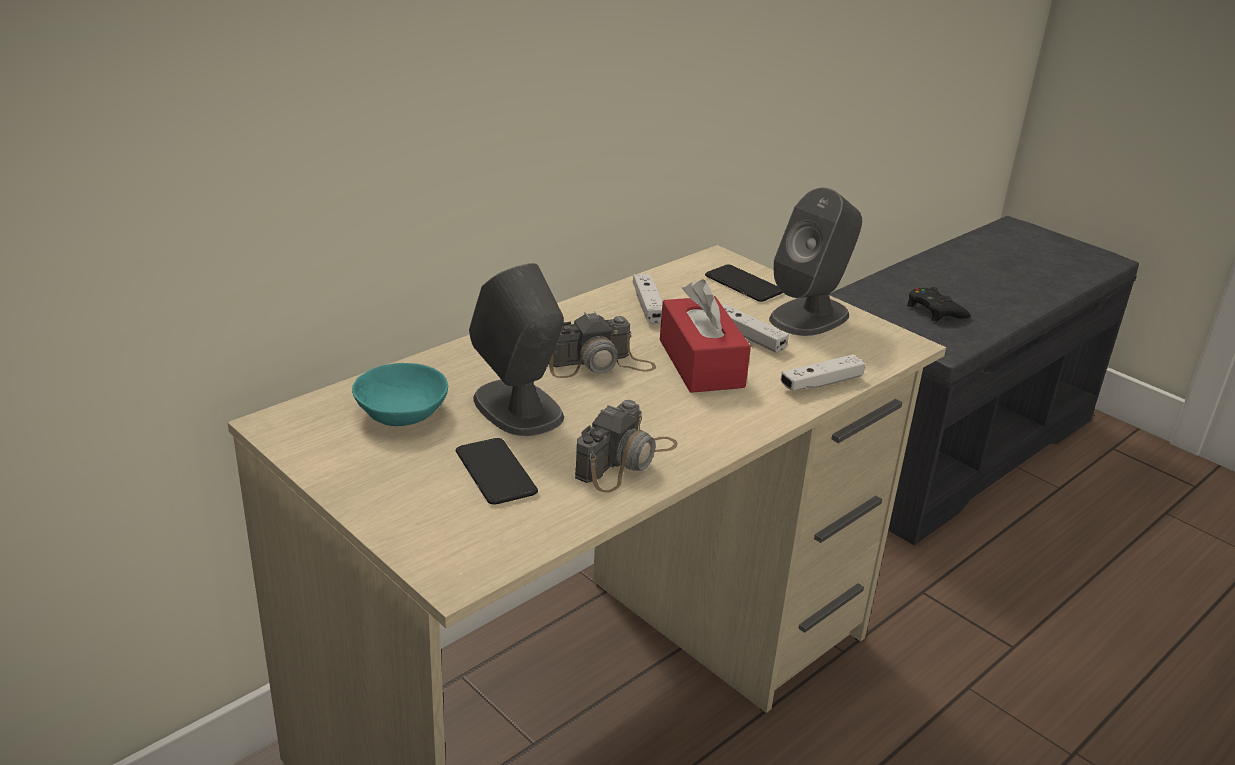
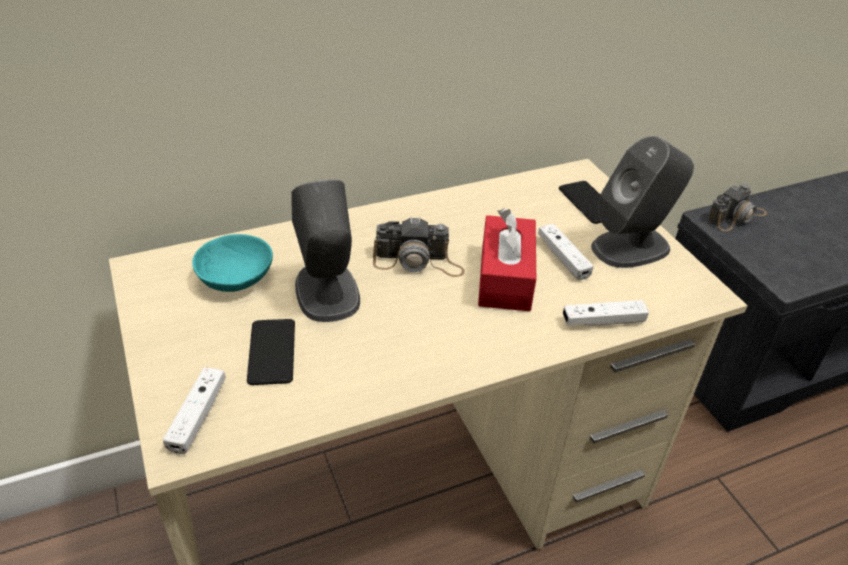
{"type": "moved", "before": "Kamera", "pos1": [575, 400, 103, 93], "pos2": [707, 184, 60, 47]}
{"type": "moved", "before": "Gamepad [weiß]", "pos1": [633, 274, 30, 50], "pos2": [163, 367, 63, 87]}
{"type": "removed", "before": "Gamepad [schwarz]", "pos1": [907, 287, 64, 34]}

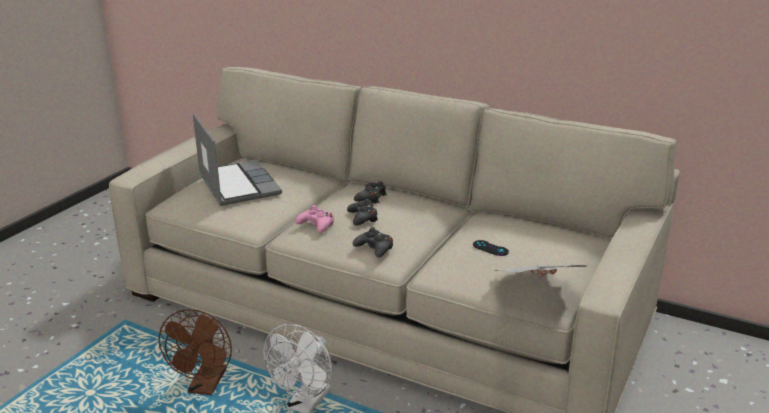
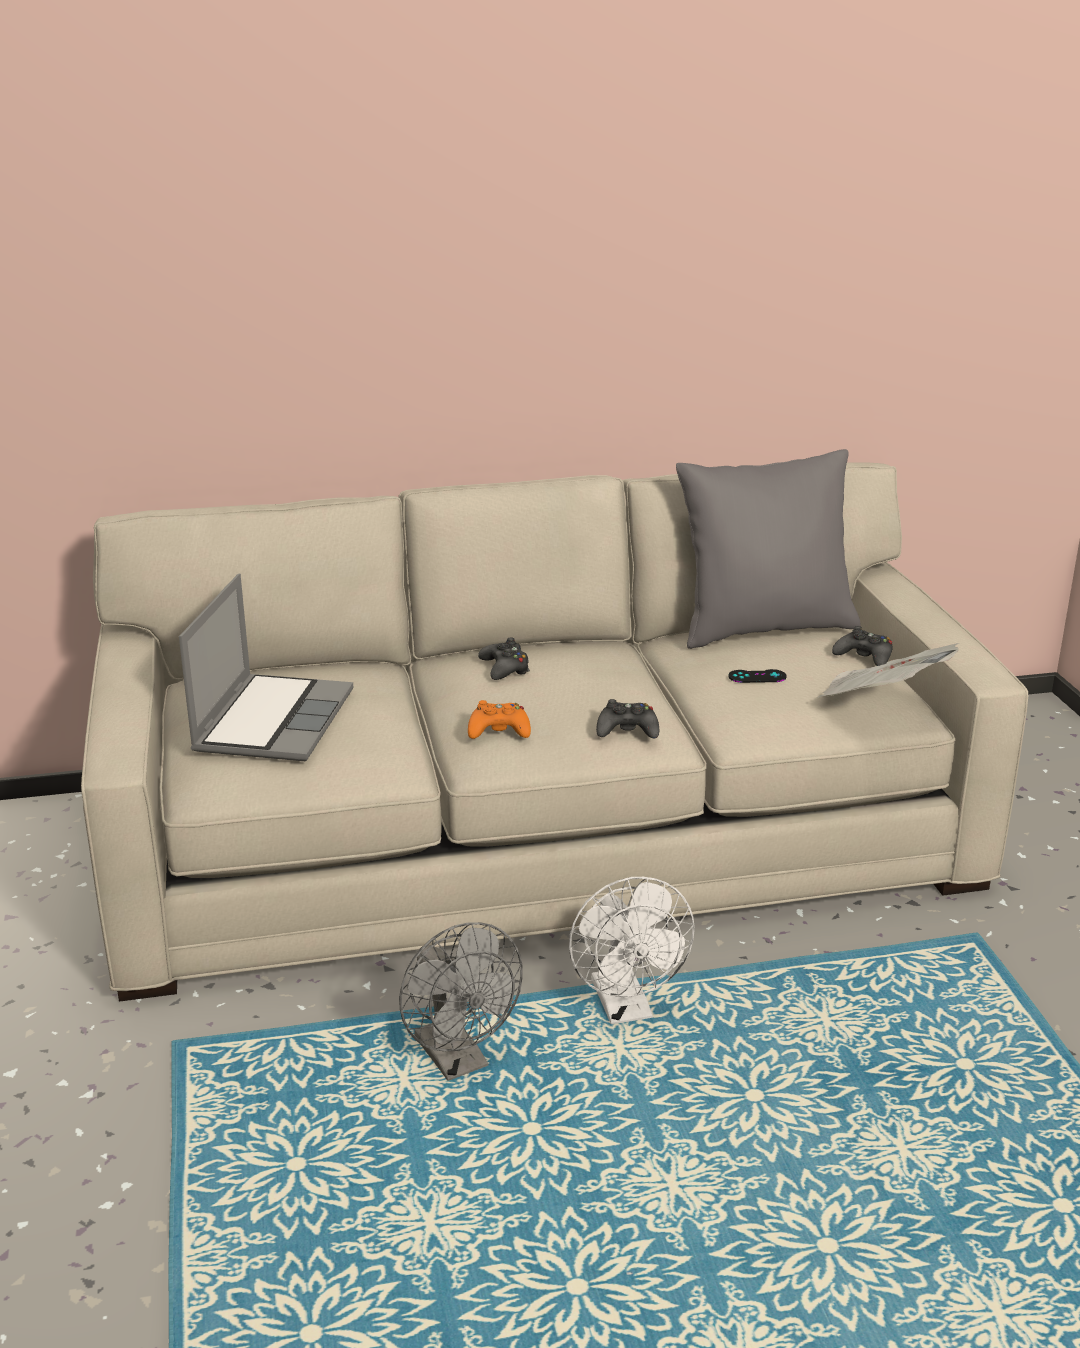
{"type": "recoloured", "before": "Ventilator [braun]", "after": "Ventilator [grau]", "pos1": [158, 309, 74, 86], "pos2": [399, 922, 124, 159]}
{"type": "turned", "before": "Laptop", "pos1": [193, 114, 89, 92], "pos2": [179, 573, 174, 189], "turn": 75}
{"type": "recoloured", "before": "Gamepad [rosa]", "after": "Gamepad [orange]", "pos1": [296, 205, 38, 28], "pos2": [468, 700, 63, 39]}
{"type": "moved", "before": "Gamepad [schwarz]", "pos1": [347, 199, 31, 26], "pos2": [832, 626, 61, 40]}
{"type": "added", "after": "Kissen [grau]", "pos2": [676, 449, 185, 200]}

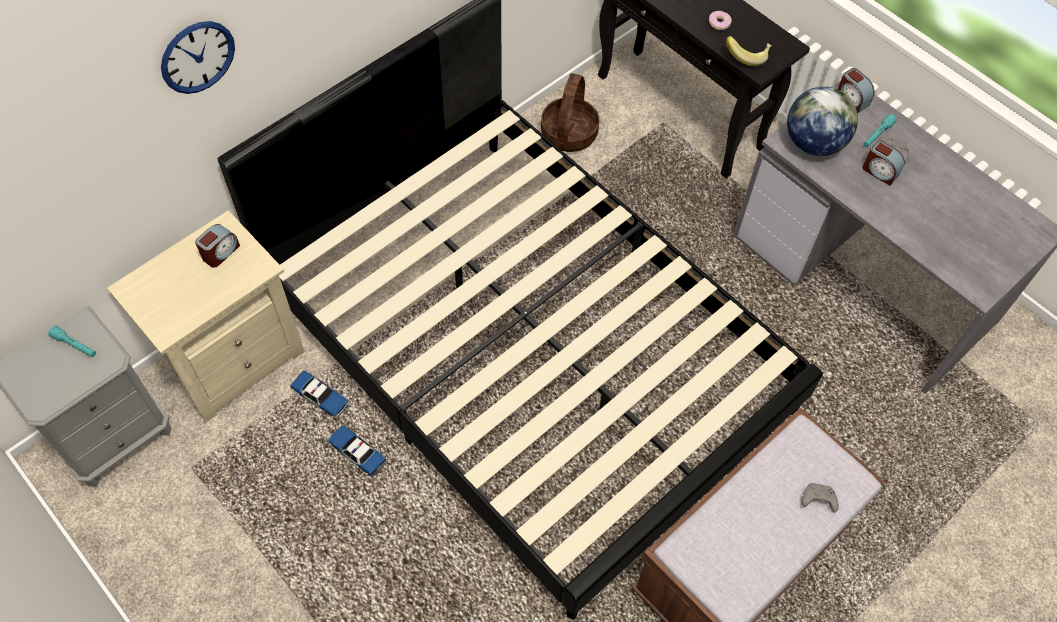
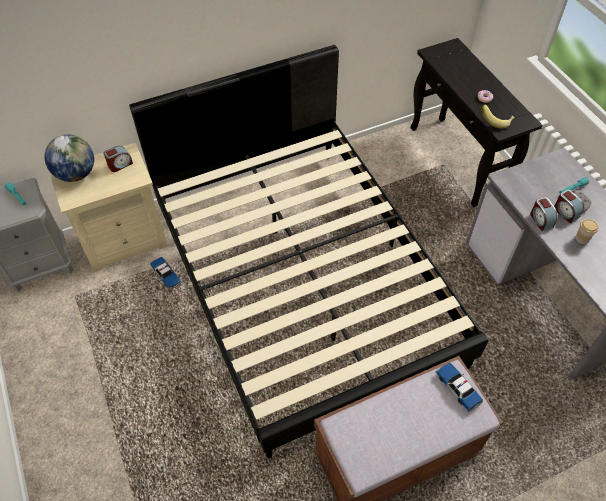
{"type": "removed", "before": "Wanduhr", "pos1": [161, 21, 74, 73]}
{"type": "moved", "before": "Spielzeugauto", "pos1": [327, 425, 60, 52], "pos2": [435, 363, 48, 49]}
{"type": "removed", "before": "Korb", "pos1": [541, 73, 58, 79]}
{"type": "moved", "before": "Globus", "pos1": [787, 86, 71, 70], "pos2": [44, 134, 50, 48]}
{"type": "removed", "before": "Gamepad [grau]", "pos1": [802, 483, 37, 30]}
{"type": "moved", "before": "Wecker", "pos1": [838, 68, 36, 46], "pos2": [530, 197, 28, 34]}
{"type": "added", "after": "Tasse", "pos2": [575, 219, 24, 25]}

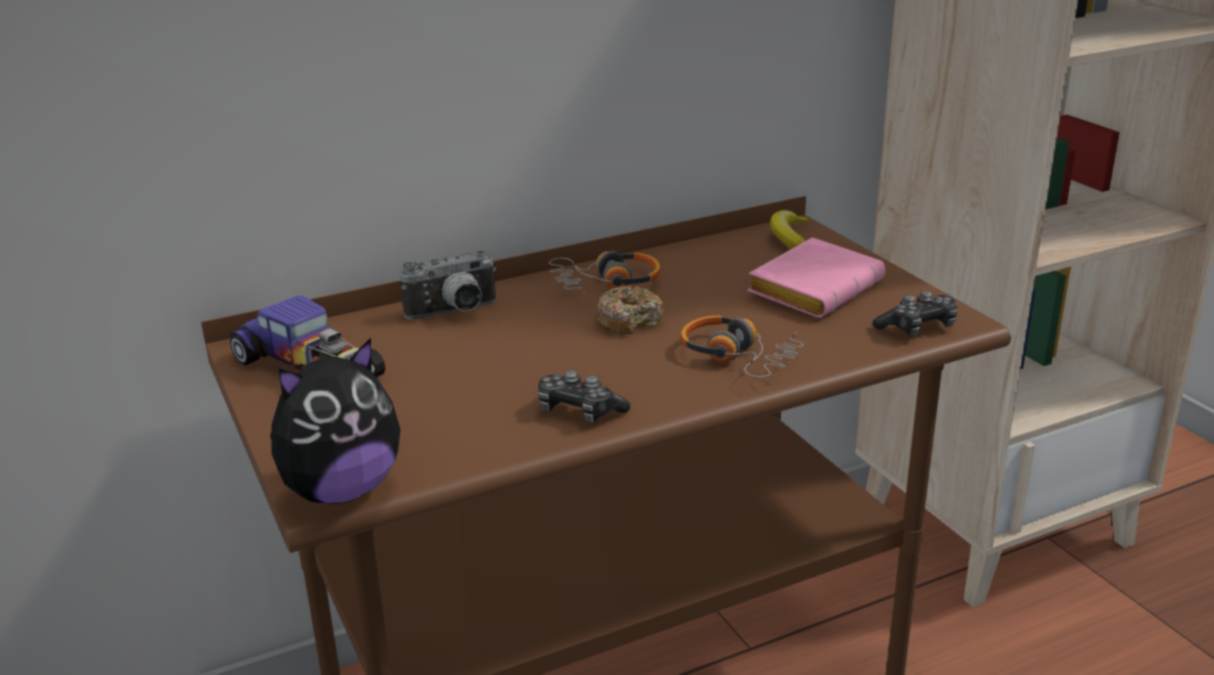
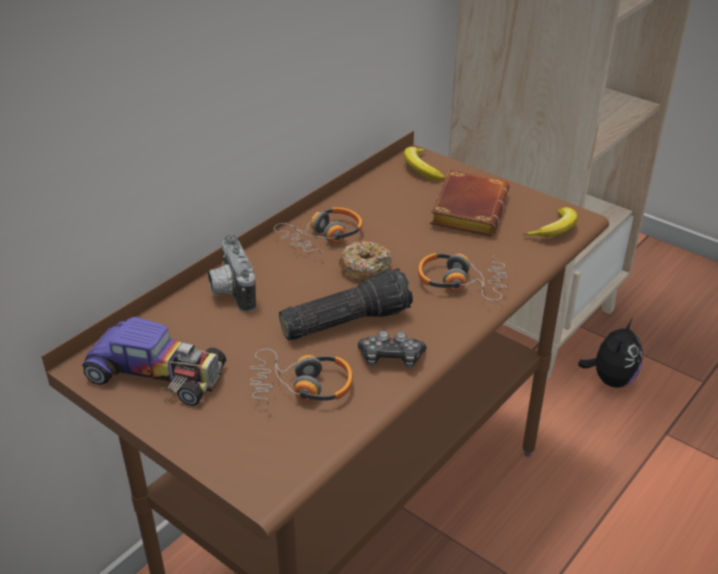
{"type": "moved", "before": "Plüschtier", "pos1": [270, 338, 130, 166], "pos2": [578, 318, 65, 70]}
{"type": "turned", "before": "Kamera", "pos1": [400, 250, 97, 70], "pos2": [208, 235, 48, 77], "turn": 120}
{"type": "recoloured", "before": "Buch [rosa]", "after": "Buch [braun]", "pos1": [748, 237, 137, 81], "pos2": [430, 170, 79, 66]}
{"type": "replaced", "before": "Gamepad", "after": "Banane", "pos1": [873, 291, 85, 45], "pos2": [524, 207, 53, 30]}
{"type": "added", "after": "Kopfhörer", "pos2": [250, 349, 103, 60]}
{"type": "added", "after": "Taschenlampe", "pos2": [279, 268, 134, 72]}

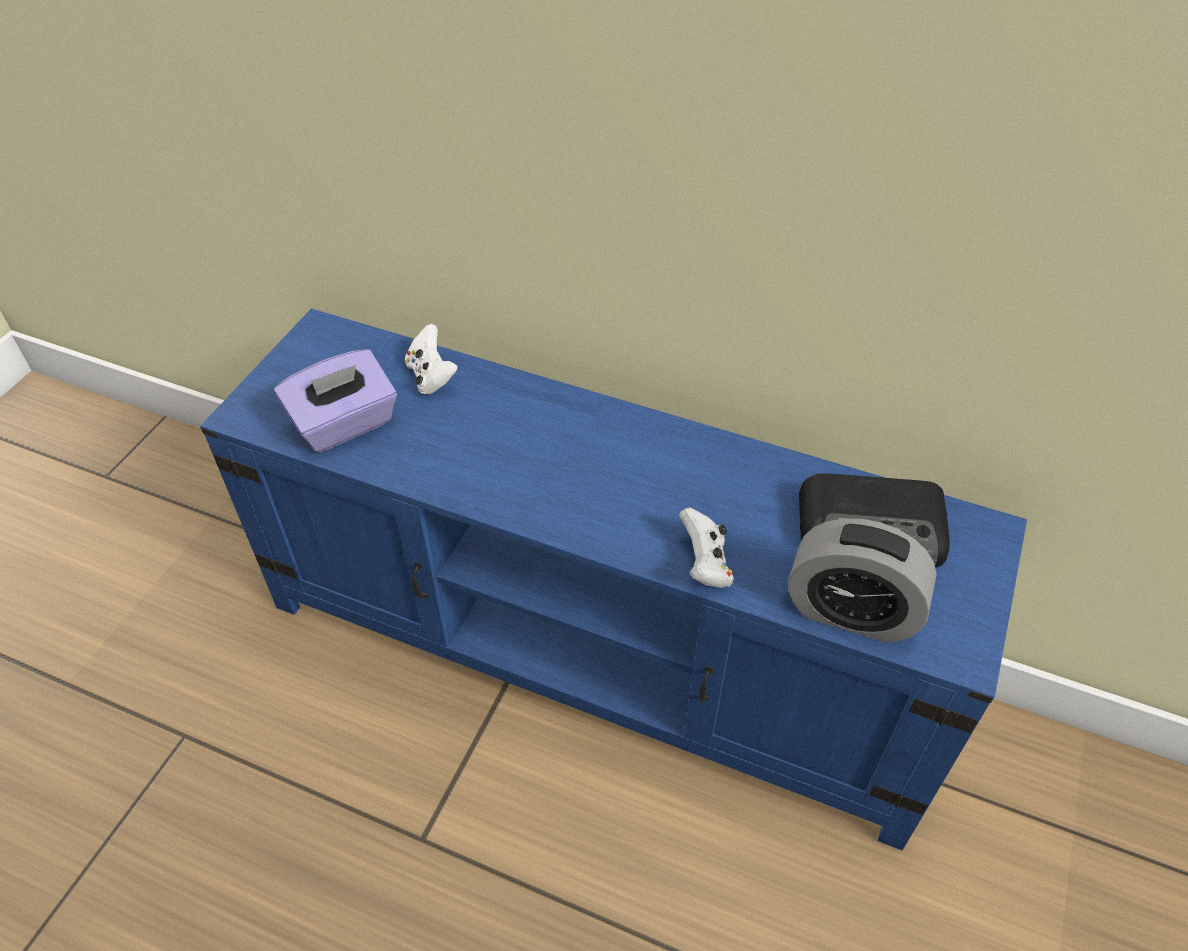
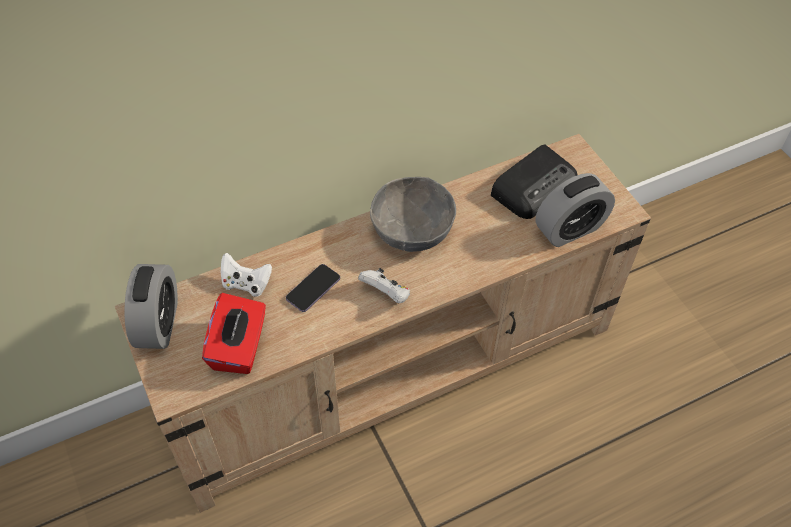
{"type": "recoloured", "before": "Fernsehschrank [blau]", "after": "Fernsehschrank [beige]", "pos1": [200, 309, 827, 541], "pos2": [115, 134, 536, 379]}
{"type": "recoloured", "before": "Taschentuchbox [lila]", "after": "Taschentuchbox [rot]", "pos1": [274, 349, 123, 104], "pos2": [202, 293, 64, 81]}
{"type": "moved", "before": "Gamepad [weiß]", "pos1": [679, 507, 55, 81], "pos2": [358, 268, 52, 35]}
{"type": "added", "after": "Wecker", "pos2": [124, 264, 54, 85]}
{"type": "added", "after": "Handy", "pos2": [286, 264, 54, 48]}
{"type": "added", "after": "Schüssel [grau]", "pos2": [370, 177, 86, 75]}

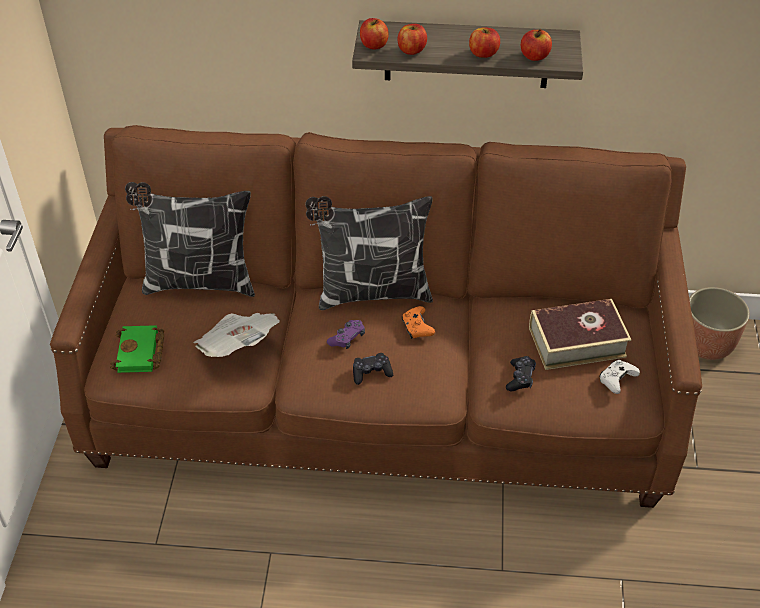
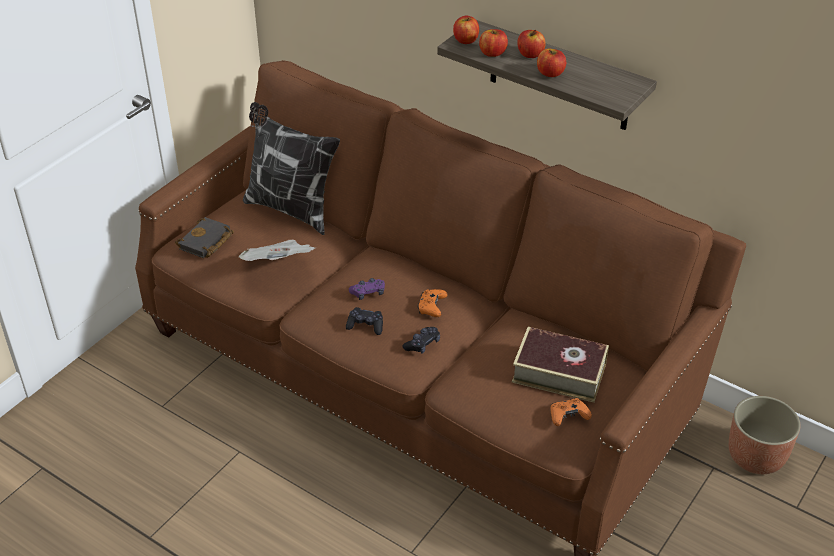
{"type": "recoloured", "before": "Buch [grün]", "after": "Buch [schwarz]", "pos1": [110, 325, 54, 48], "pos2": [175, 217, 59, 41]}
{"type": "removed", "before": "Kissen", "pos1": [305, 196, 128, 114]}
{"type": "moved", "before": "Gamepad [schwarz]", "pos1": [506, 356, 30, 35], "pos2": [403, 327, 37, 27]}
{"type": "moved", "before": "Apfel", "pos1": [521, 29, 31, 32], "pos2": [517, 30, 29, 28]}
{"type": "recoloured", "before": "Gamepad [weiß]", "after": "Gamepad [orange]", "pos1": [600, 360, 40, 34], "pos2": [551, 398, 41, 28]}

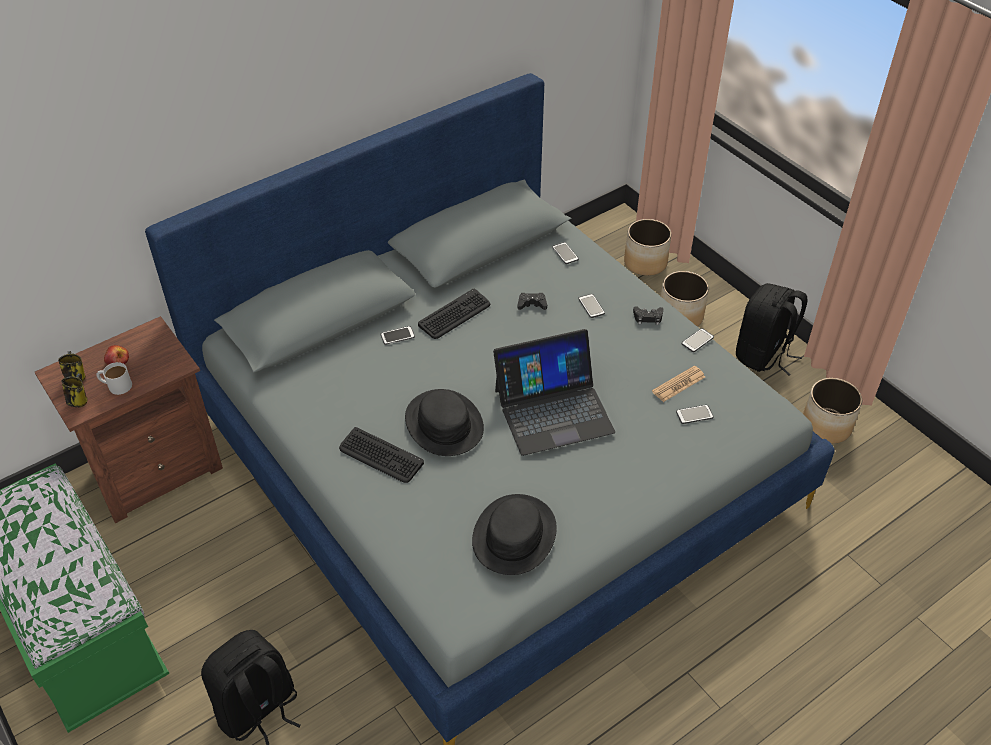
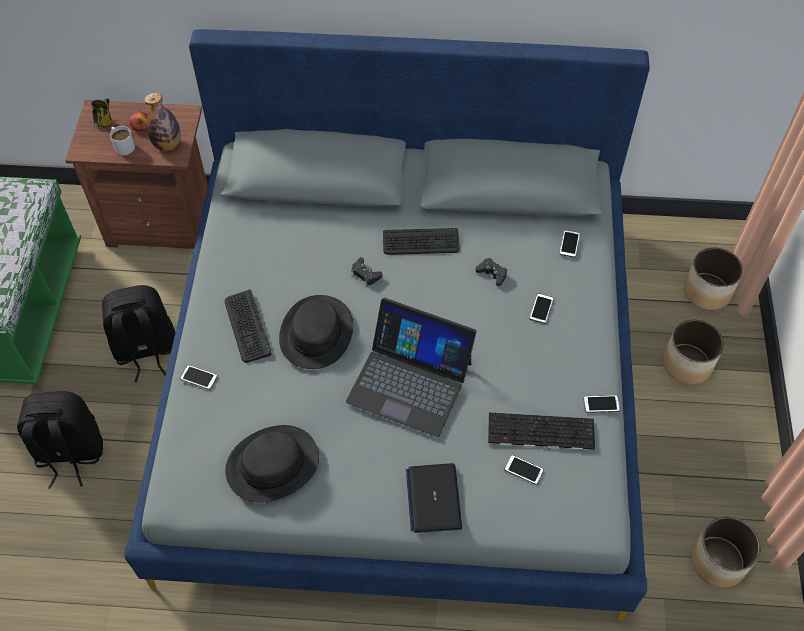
{"type": "removed", "before": "Henkelbecher", "pos1": [61, 373, 27, 35]}
{"type": "moved", "before": "Handy", "pos1": [381, 326, 34, 19], "pos2": [180, 365, 38, 25]}
{"type": "moved", "before": "Gamepad [schwarz]", "pos1": [633, 306, 31, 19], "pos2": [351, 257, 31, 29]}
{"type": "replaced", "before": "Zeitung", "after": "Tastatur", "pos1": [652, 366, 53, 36], "pos2": [488, 412, 107, 38]}
{"type": "moved", "before": "Rucksack [schwarz]", "pos1": [736, 283, 71, 92], "pos2": [102, 285, 74, 97]}
{"type": "added", "after": "Flasche", "pos2": [144, 92, 37, 59]}
{"type": "added", "after": "Laptop", "pos2": [406, 463, 56, 70]}

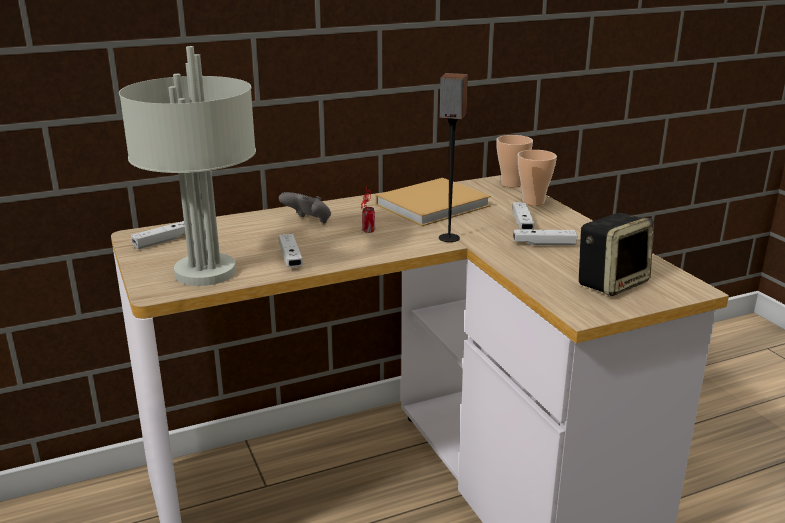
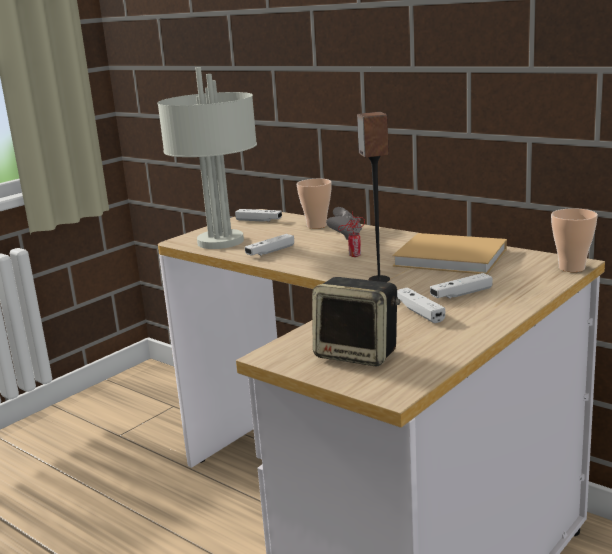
{"type": "moved", "before": "Tasse", "pos1": [518, 150, 39, 56], "pos2": [297, 179, 35, 50]}

